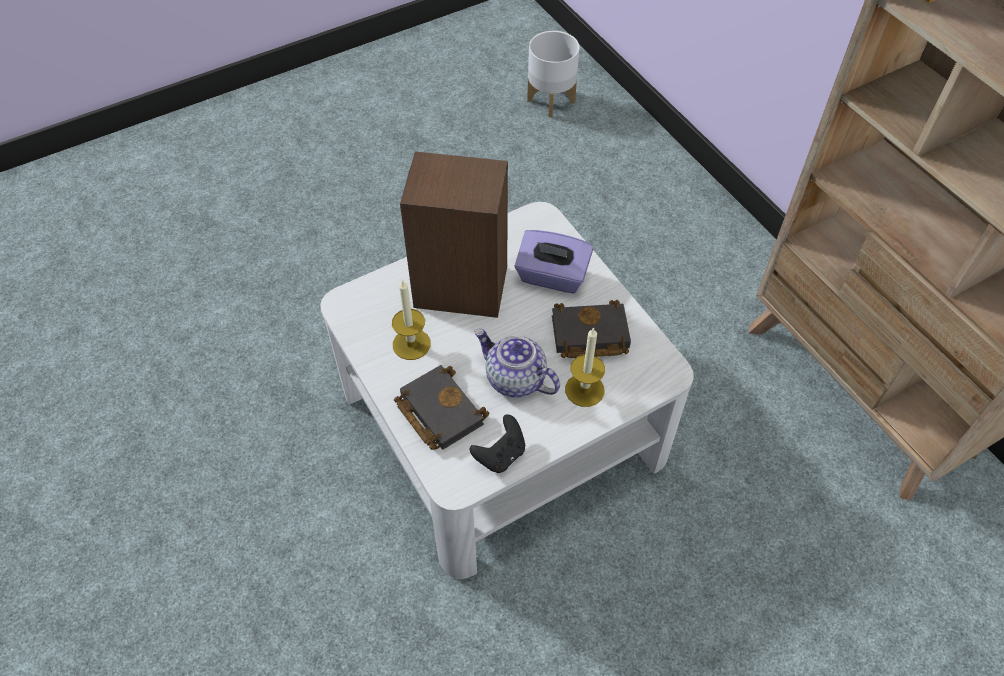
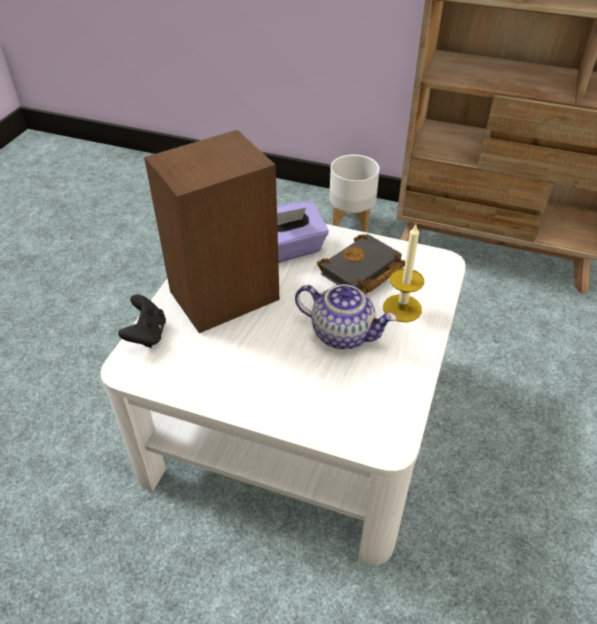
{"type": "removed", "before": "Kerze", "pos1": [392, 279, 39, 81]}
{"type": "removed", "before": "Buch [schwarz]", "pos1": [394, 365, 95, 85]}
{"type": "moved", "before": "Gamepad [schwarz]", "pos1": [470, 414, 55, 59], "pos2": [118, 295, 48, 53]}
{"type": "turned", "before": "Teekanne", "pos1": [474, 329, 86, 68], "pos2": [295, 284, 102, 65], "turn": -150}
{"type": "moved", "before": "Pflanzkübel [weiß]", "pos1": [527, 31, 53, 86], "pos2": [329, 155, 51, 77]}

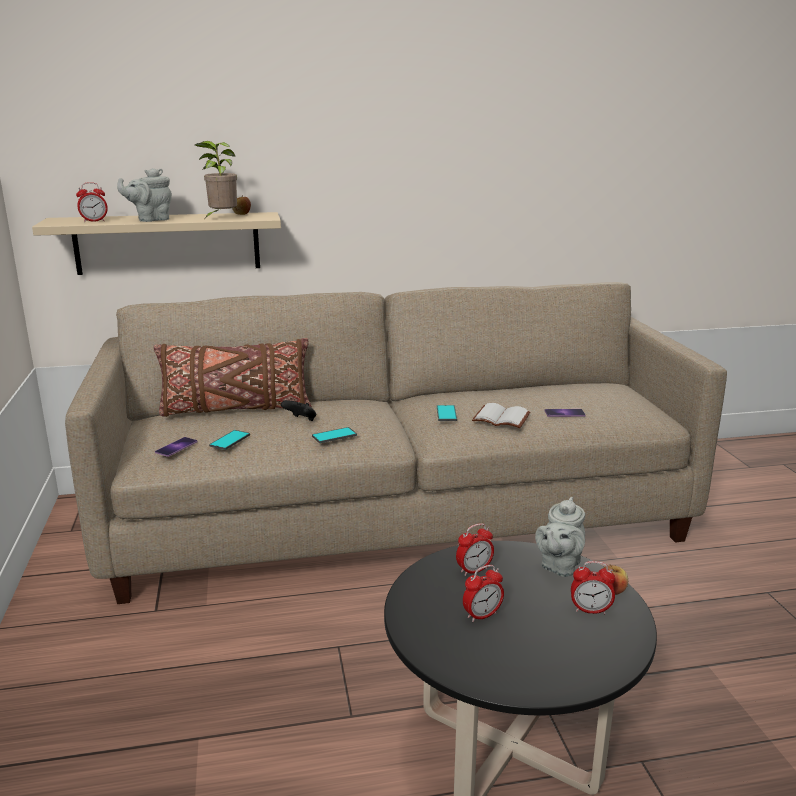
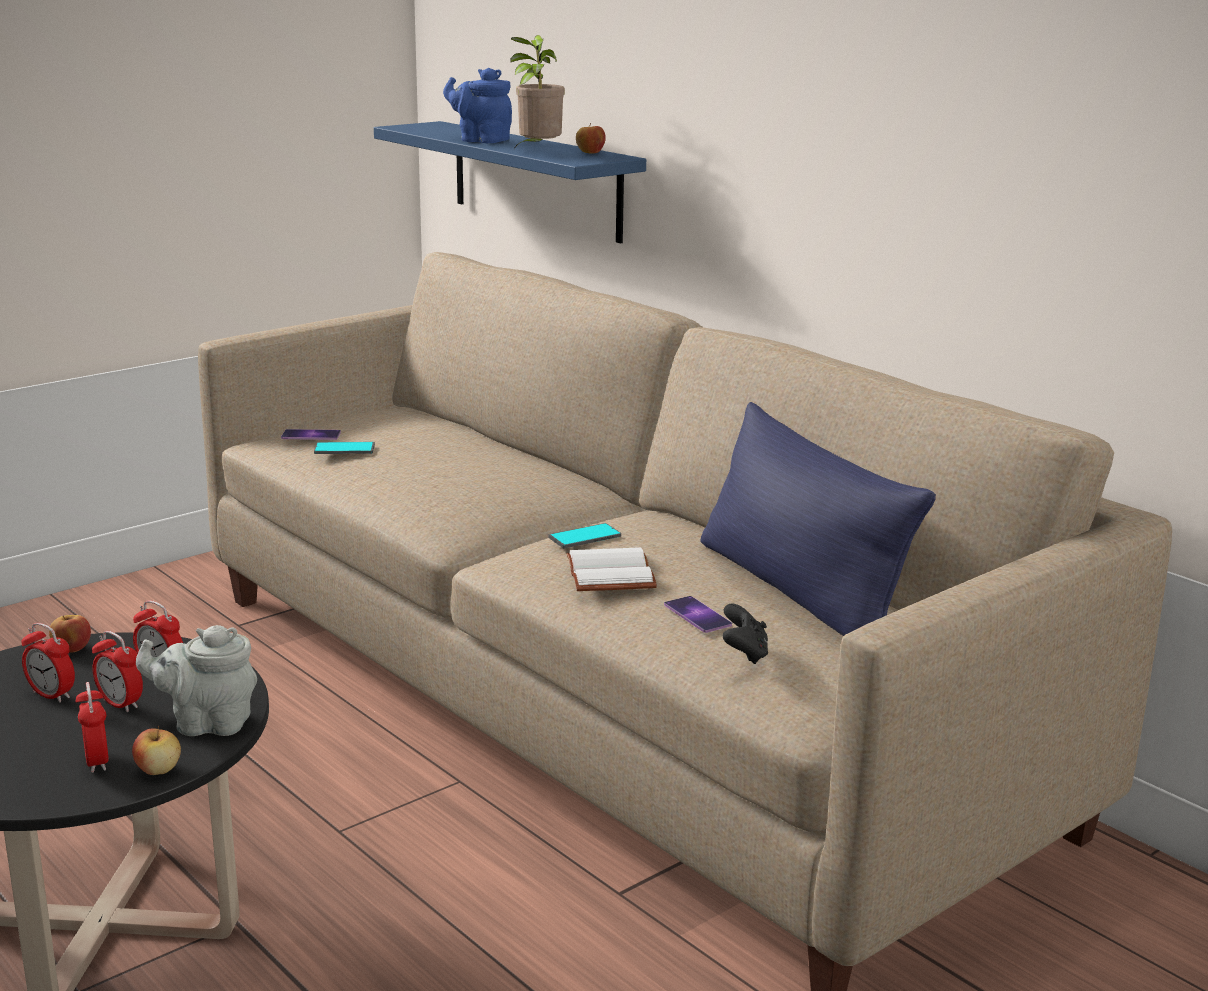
{"type": "recoloured", "before": "Wandregal [beige]", "after": "Wandregal [blau]", "pos1": [32, 212, 249, 63], "pos2": [374, 121, 272, 122]}
{"type": "moved", "before": "Wecker", "pos1": [76, 182, 32, 40], "pos2": [92, 631, 51, 81]}
{"type": "recoloured", "before": "Teekanne [grau]", "after": "Teekanne [blau]", "pos1": [117, 168, 55, 54], "pos2": [443, 68, 69, 75]}
{"type": "removed", "before": "Kissen [braun]", "pos1": [154, 338, 158, 79]}
{"type": "moved", "before": "Gamepad [schwarz]", "pos1": [281, 400, 35, 21], "pos2": [722, 604, 46, 60]}
{"type": "removed", "before": "Handy", "pos1": [312, 427, 45, 16]}
{"type": "added", "after": "Apfel", "pos2": [49, 615, 42, 38]}
{"type": "added", "after": "Kissen [blau]", "pos2": [700, 402, 236, 234]}

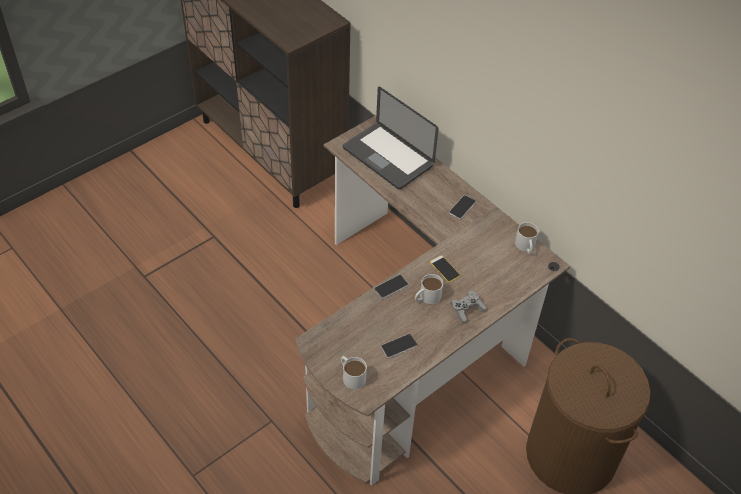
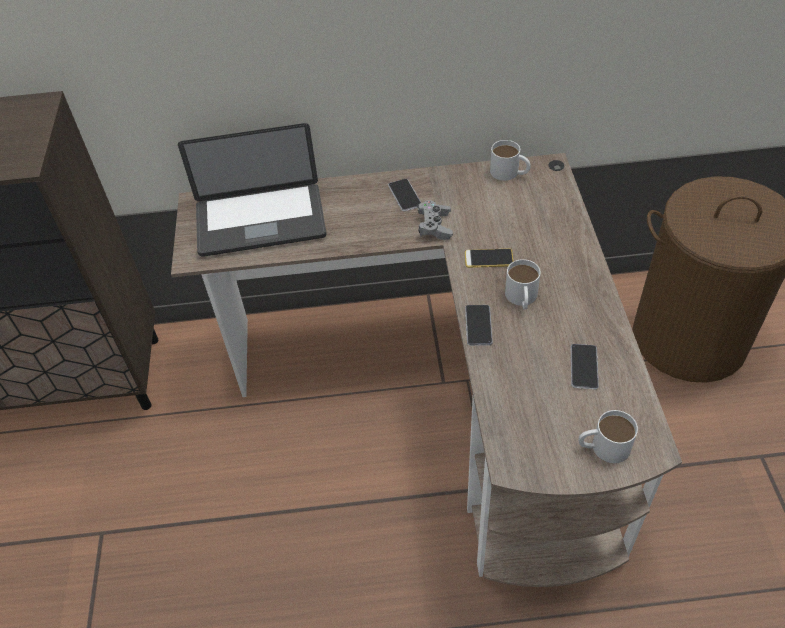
{"type": "moved", "before": "Gamepad [grau]", "pos1": [451, 290, 35, 33], "pos2": [417, 200, 36, 40]}

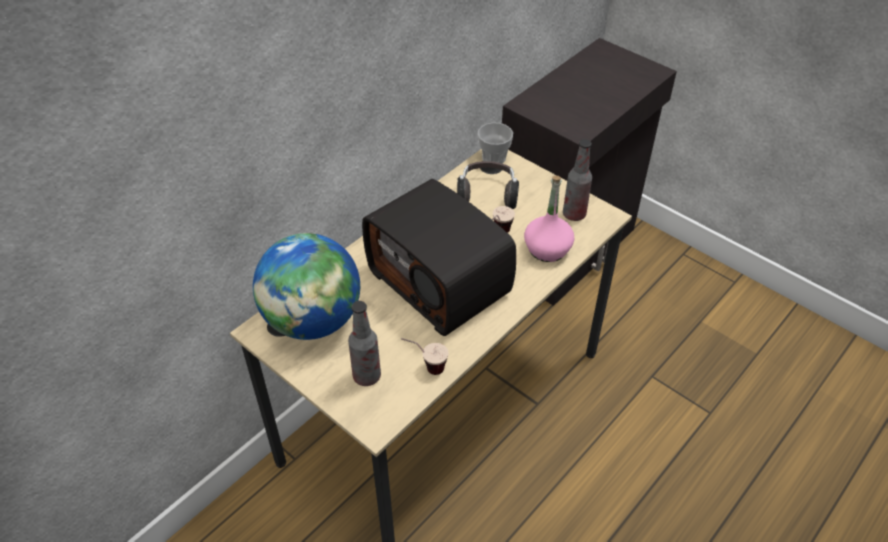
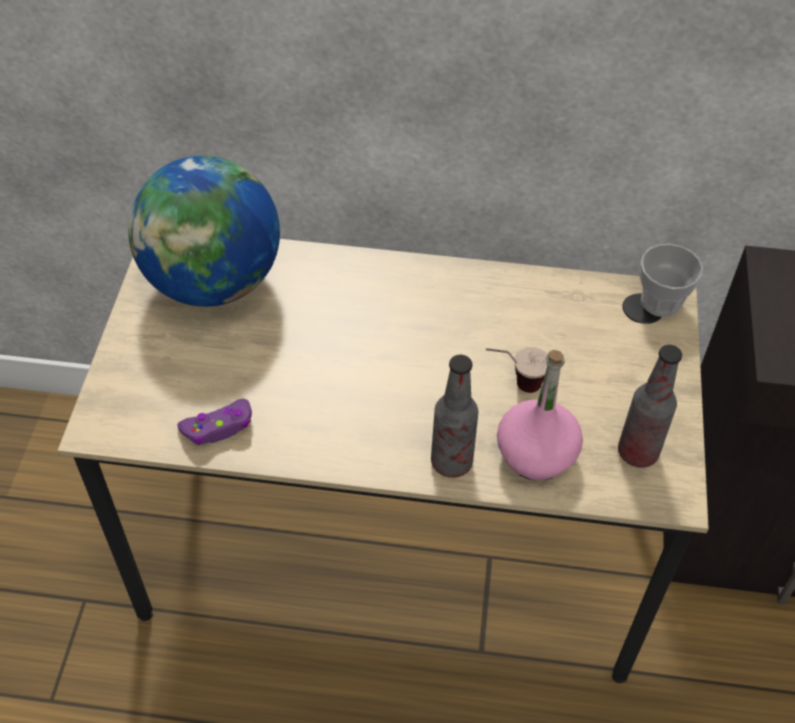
{"type": "moved", "before": "Flasche", "pos1": [348, 301, 33, 85], "pos2": [431, 355, 47, 123]}
{"type": "removed", "before": "Radio", "pos1": [362, 179, 154, 157]}
{"type": "replaced", "before": "Tasse", "after": "Gamepad [lila]", "pos1": [401, 338, 48, 37], "pos2": [177, 399, 75, 46]}
{"type": "removed", "before": "Kopfhörer", "pos1": [457, 161, 62, 48]}

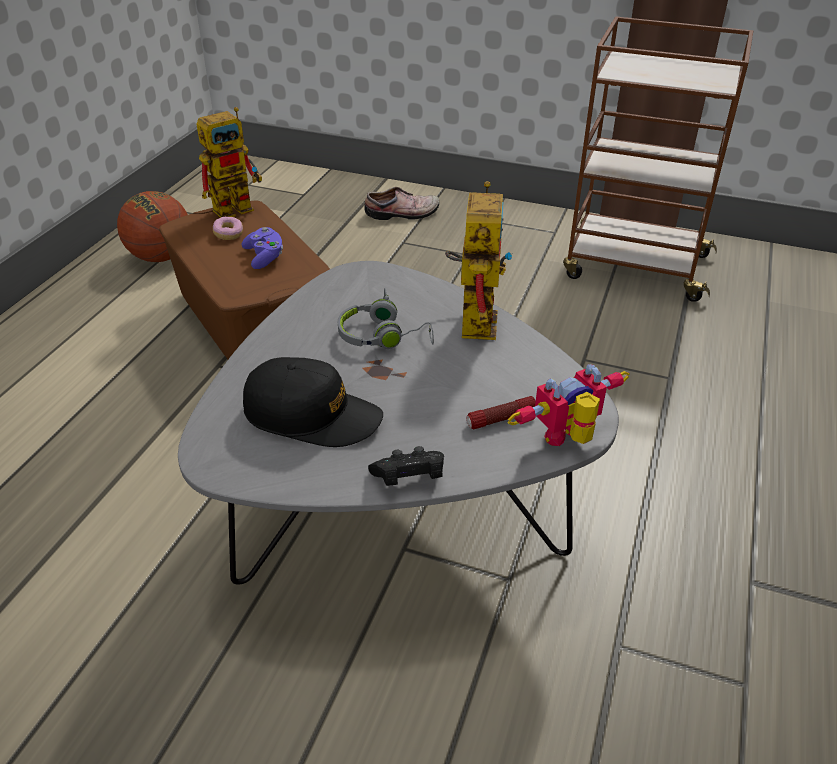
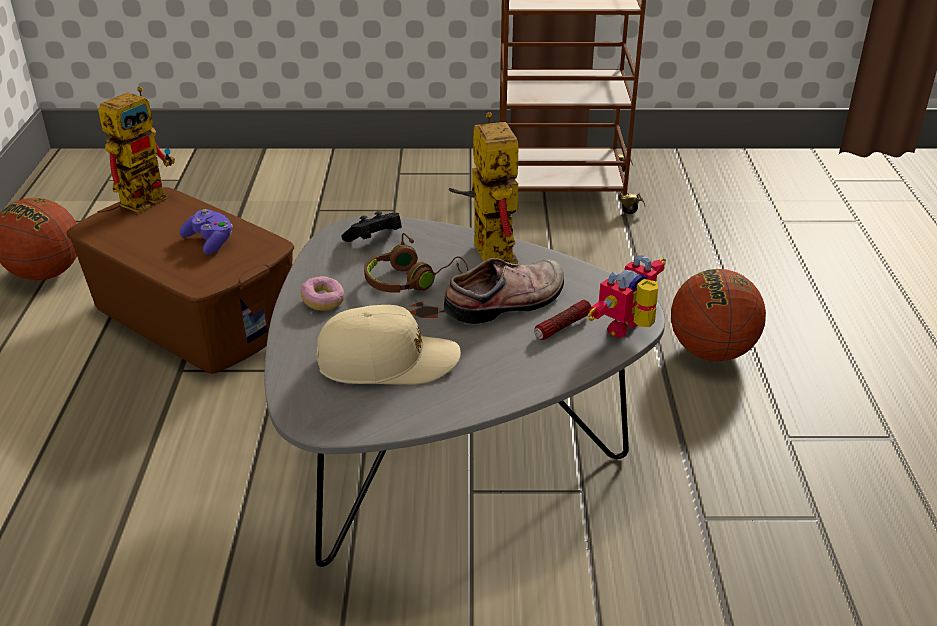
{"type": "moved", "before": "Donut", "pos1": [213, 217, 30, 23], "pos2": [301, 276, 44, 35]}
{"type": "recoloured", "before": "Kappe [schwarz]", "after": "Kappe [beige]", "pos1": [243, 357, 140, 90], "pos2": [316, 305, 145, 80]}
{"type": "recoloured", "before": "Kopfhörer [grau]", "after": "Kopfhörer [braun]", "pos1": [338, 288, 96, 61], "pos2": [364, 233, 104, 60]}
{"type": "moved", "before": "Schuh", "pos1": [364, 187, 75, 33], "pos2": [444, 258, 120, 66]}
{"type": "moved", "before": "Gamepad [schwarz]", "pos1": [368, 446, 76, 40], "pos2": [341, 211, 61, 31]}
{"type": "added", "after": "Basketball", "pos2": [671, 269, 95, 92]}

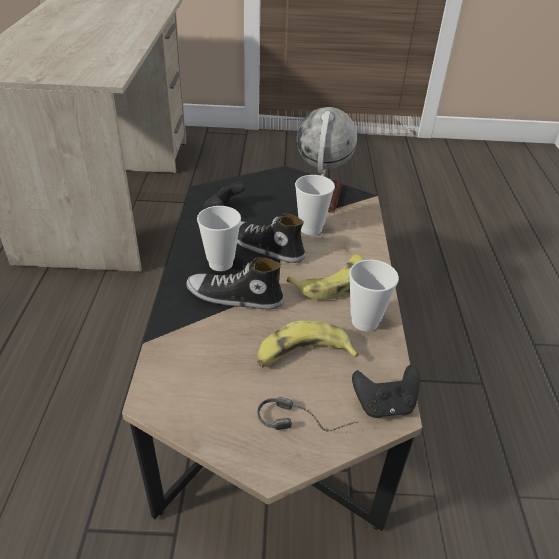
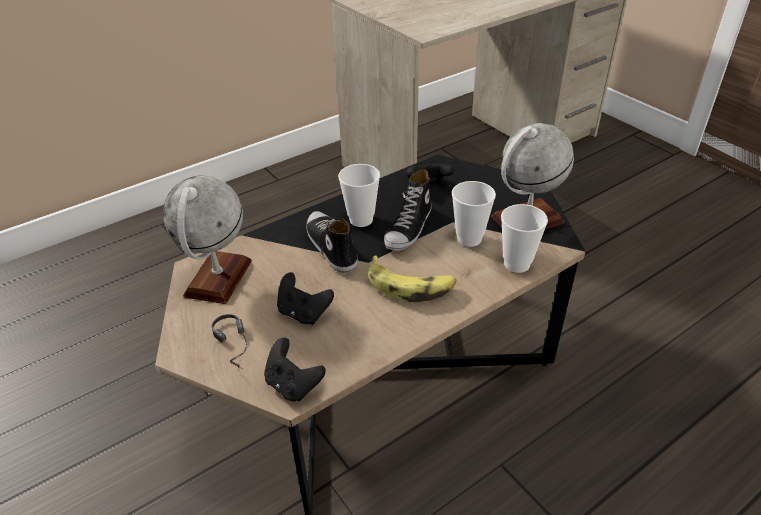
{"type": "turned", "before": "Schuh", "pos1": [237, 213, 68, 50], "pos2": [384, 169, 48, 82], "turn": -150}
{"type": "replaced", "before": "Banane", "after": "Gamepad [schwarz]", "pos1": [257, 320, 102, 48], "pos2": [277, 272, 57, 53]}
{"type": "moved", "before": "Tasse", "pos1": [349, 260, 50, 72], "pos2": [501, 204, 47, 69]}
{"type": "added", "after": "Globus", "pos2": [163, 175, 89, 129]}

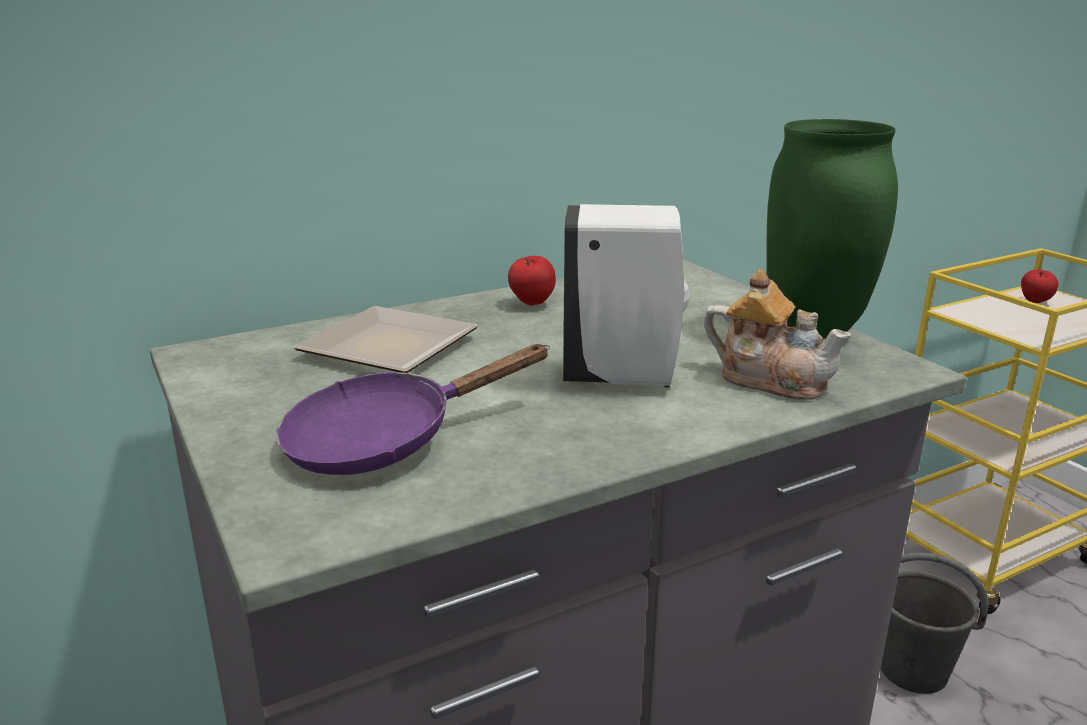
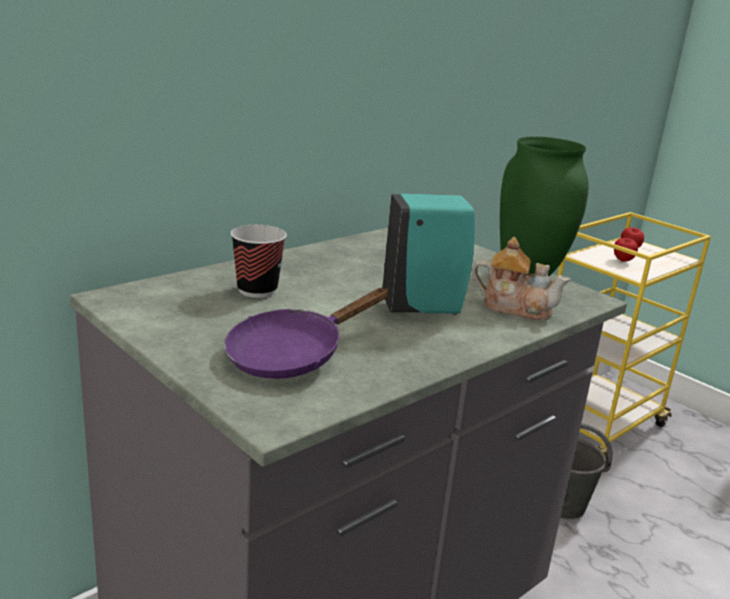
{"type": "replaced", "before": "Teller", "after": "Tasse", "pos1": [294, 306, 184, 67], "pos2": [231, 225, 56, 73]}
{"type": "moved", "before": "Apfel", "pos1": [508, 256, 48, 50], "pos2": [614, 238, 24, 24]}
{"type": "recoloured", "before": "Seifenspender [weiß]", "after": "Seifenspender [türkis]", "pos1": [563, 204, 127, 184], "pos2": [382, 193, 92, 122]}

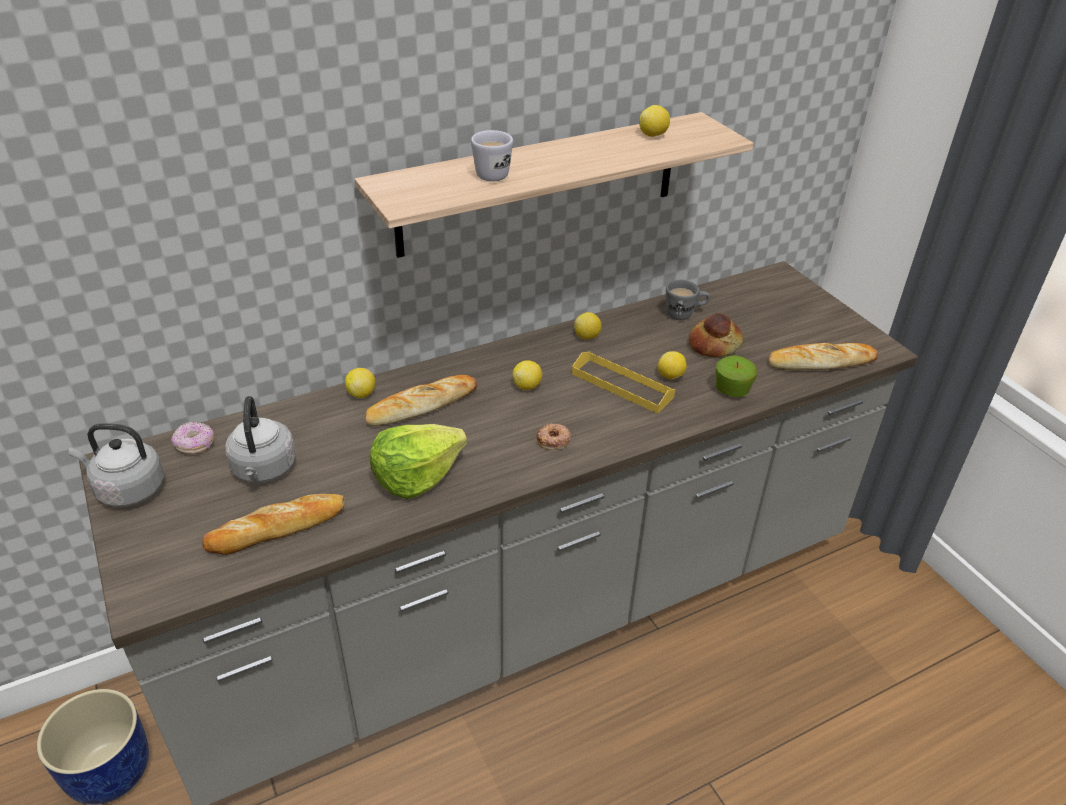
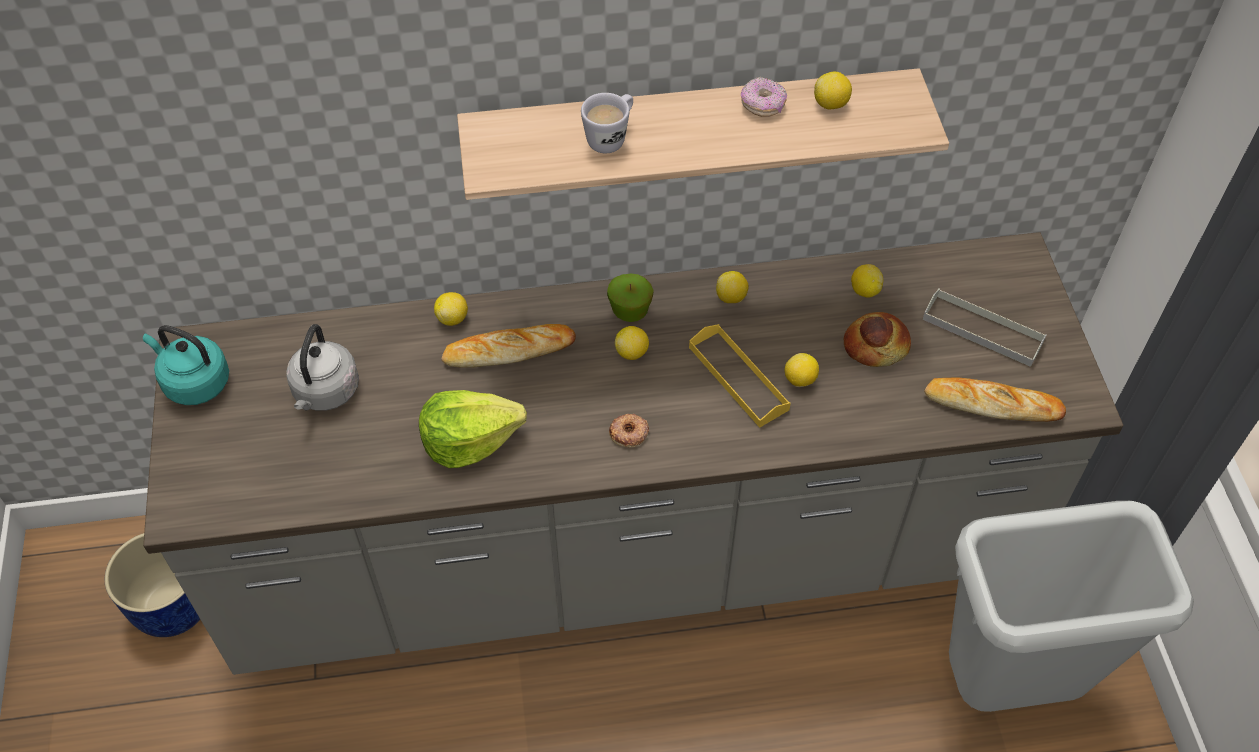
{"type": "recoloured", "before": "Wasserkessel [grau]", "after": "Wasserkessel [türkis]", "pos1": [69, 424, 95, 83], "pos2": [143, 325, 86, 80]}
{"type": "moved", "before": "Donut", "pos1": [171, 422, 43, 32], "pos2": [741, 77, 46, 40]}
{"type": "removed", "before": "Brot", "pos1": [202, 494, 143, 61]}
{"type": "replaced", "before": "Henkelbecher [grau]", "after": "Zitrone", "pos1": [666, 280, 44, 40], "pos2": [851, 264, 32, 34]}
{"type": "moved", "before": "Apfel", "pos1": [715, 355, 42, 42], "pos2": [607, 274, 47, 48]}
{"type": "added", "after": "Tablett [grau]", "pos2": [923, 289, 124, 78]}
{"type": "added", "after": "Mülleimer [grau]", "pos2": [949, 501, 245, 211]}

